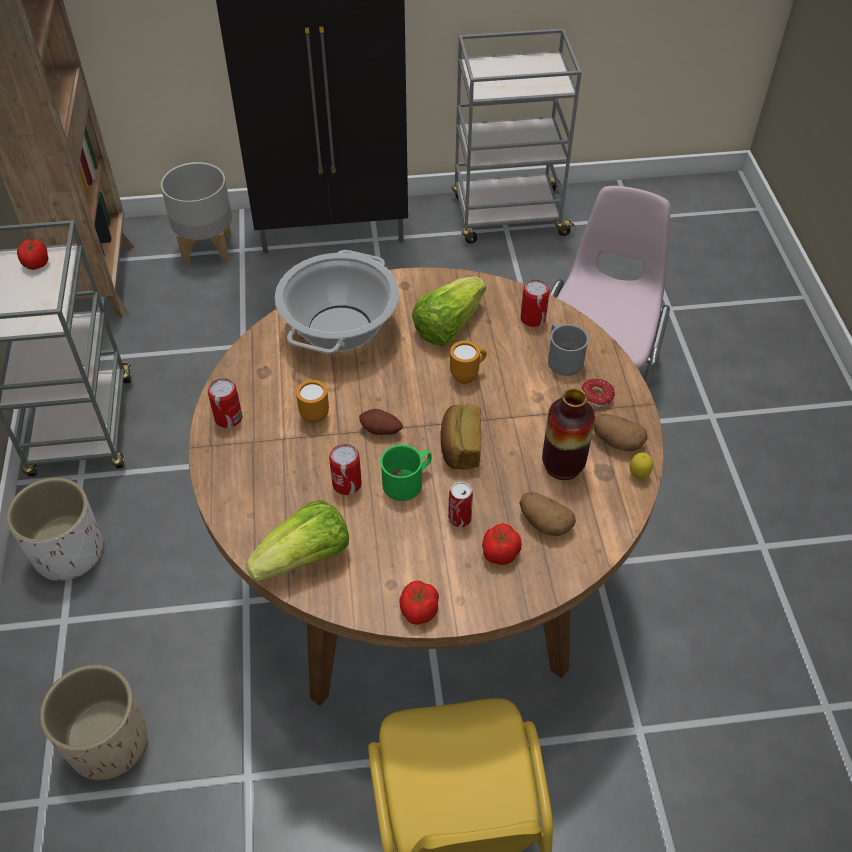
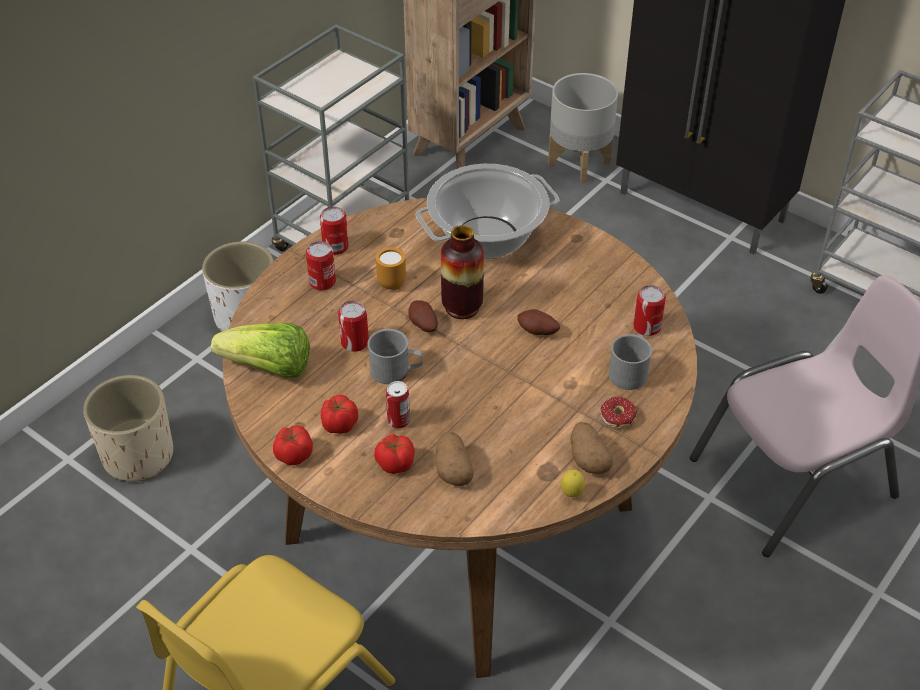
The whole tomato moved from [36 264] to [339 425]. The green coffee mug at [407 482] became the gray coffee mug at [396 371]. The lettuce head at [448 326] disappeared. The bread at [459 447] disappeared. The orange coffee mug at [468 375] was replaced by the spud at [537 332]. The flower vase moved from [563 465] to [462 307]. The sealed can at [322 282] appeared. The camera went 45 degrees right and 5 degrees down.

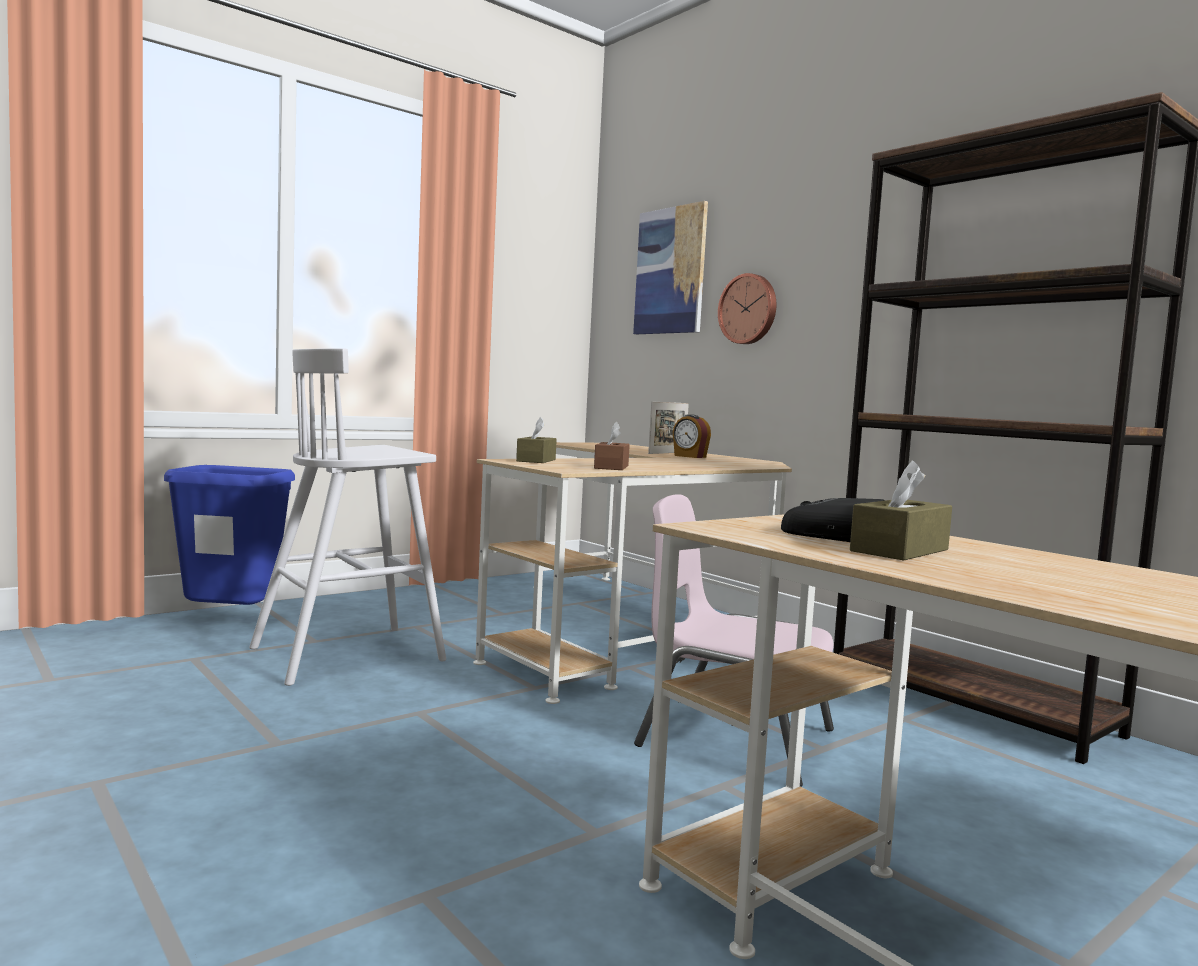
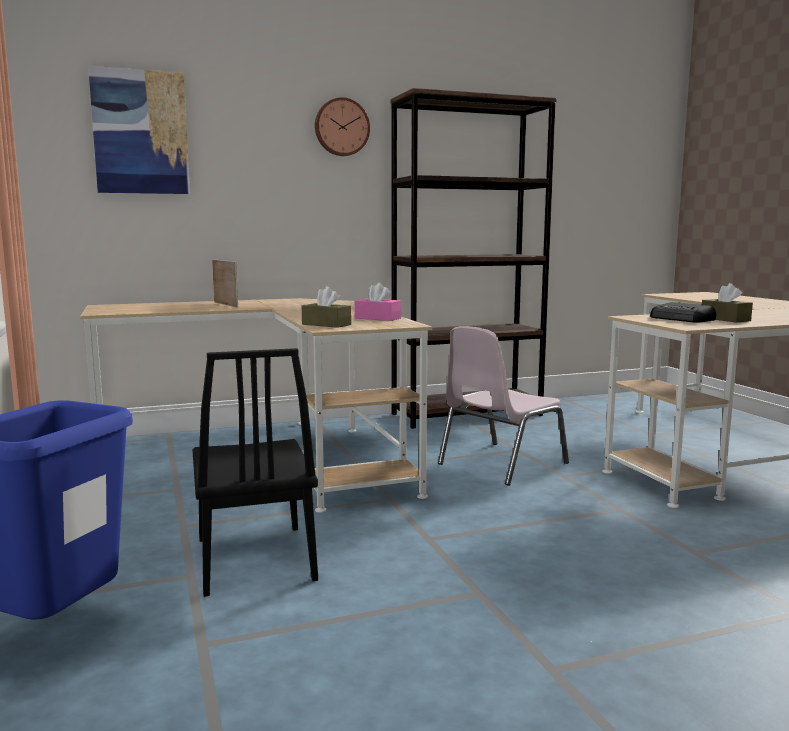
The white-coloured sitting stool at [351 654] was replaced by the black upright chair at [254 558]. The brownish tissue holder at [611 467] became the pink tissue holder at [377 318]. The bedside clock at [689 456] disappeared. The clock on the wall moved from [749 309] to [341 127]. The camera went 70 degrees left and 5 degrees up.

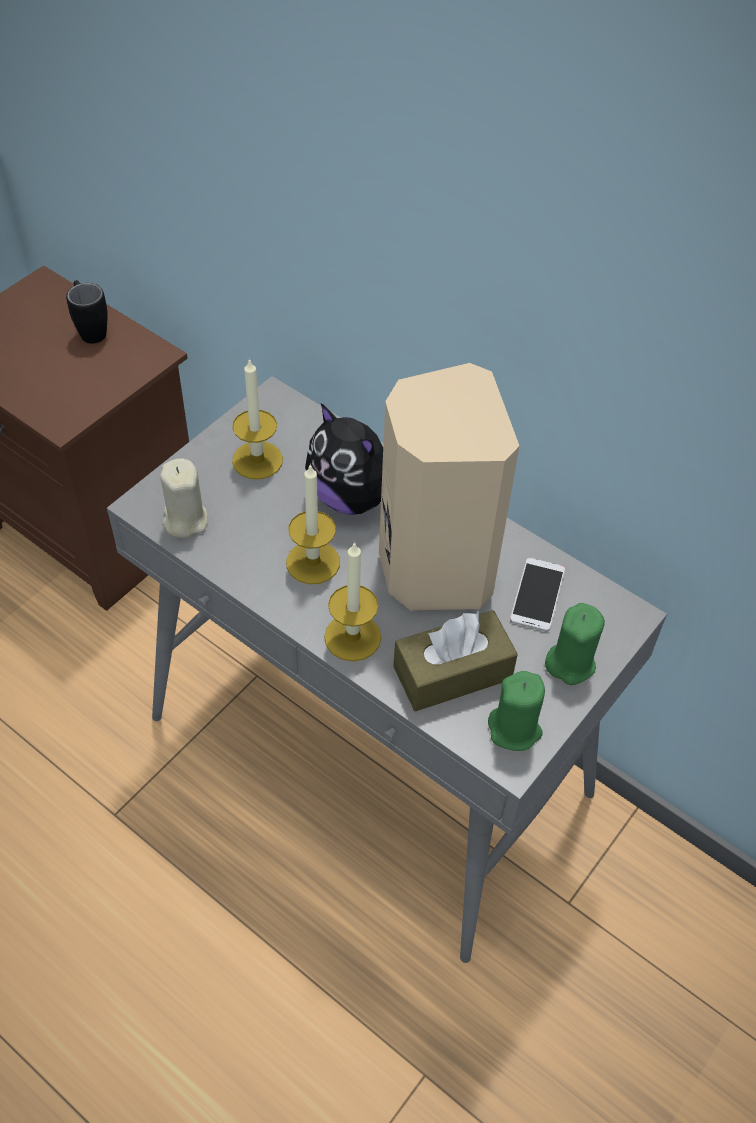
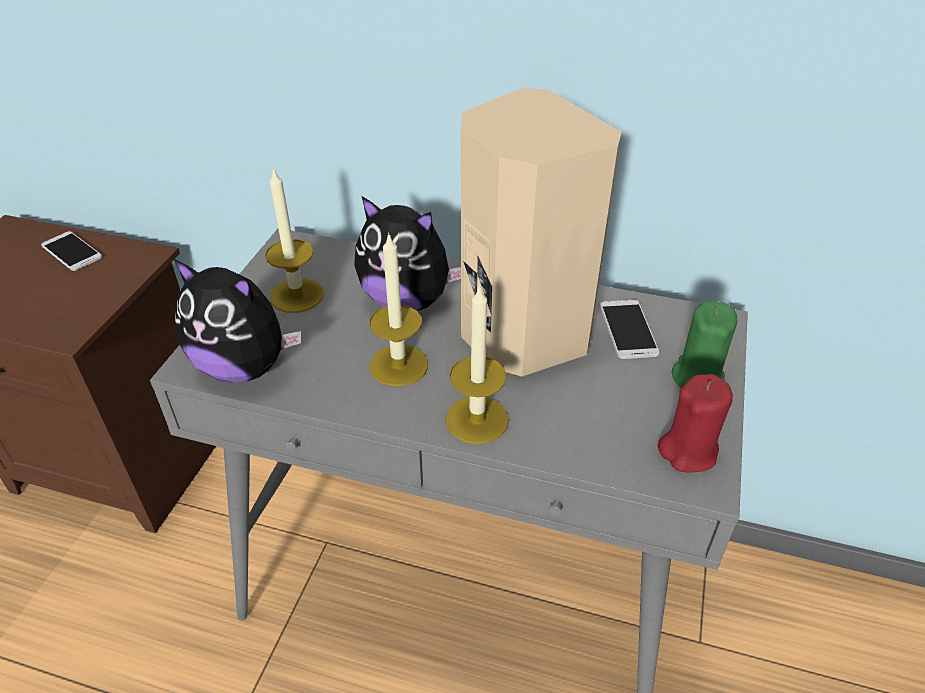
The black coffee mug at [90 329] was replaced by the handset at [72 251]. The sand-coloured candle at [185 520] was replaced by the plush toy at [244 366]. The brownish tissue holder at [452 673] disappeared. The green candle at [515 729] became the red-coloured candle at [688 451]. The camera went 20 degrees left and 10 degrees down.

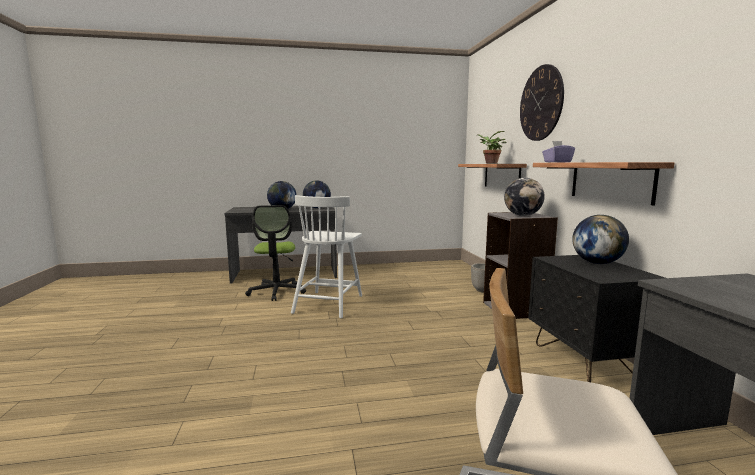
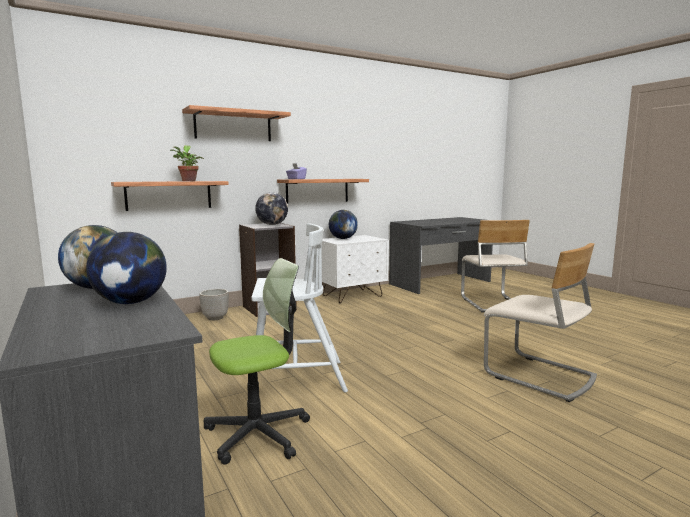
The clock on the wall at [541 103] was replaced by the shelf at [233 126]. The black nightstand at [585 361] became the white-coloured nightstand at [352 296]. The sand-coloured upright chair at [539 376] appeared. The camera went 110 degrees left and 0 degrees up.

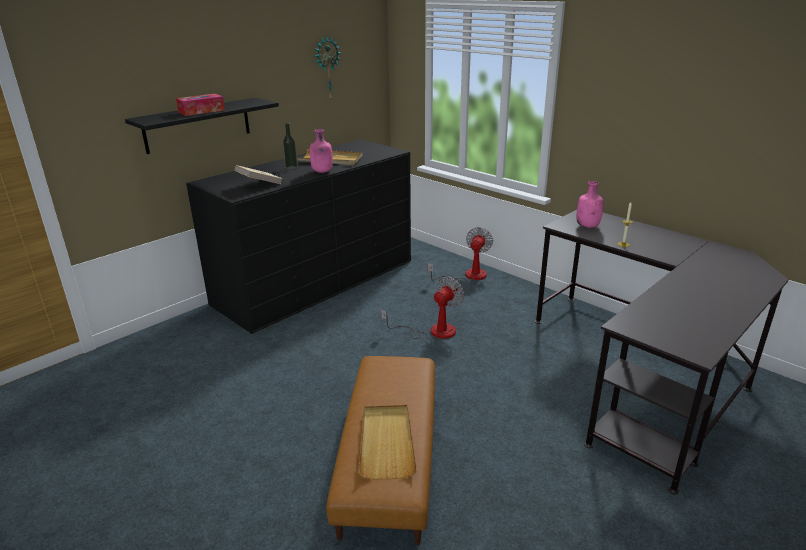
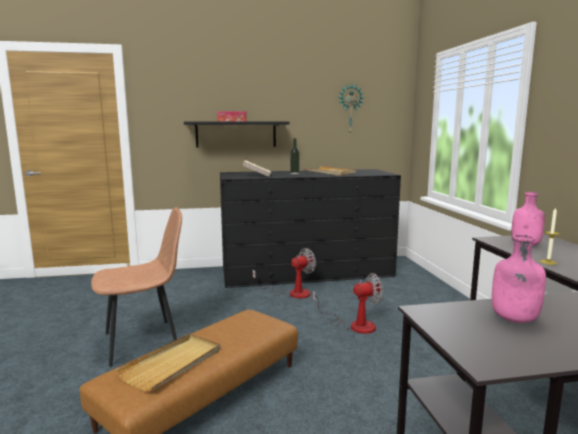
The pink drink bottle moved from [322 171] to [514 319]. The fan moved from [468 276] to [292 293]. The brownish upright chair at [144 342] appeared. The camera went 35 degrees right and 15 degrees down.

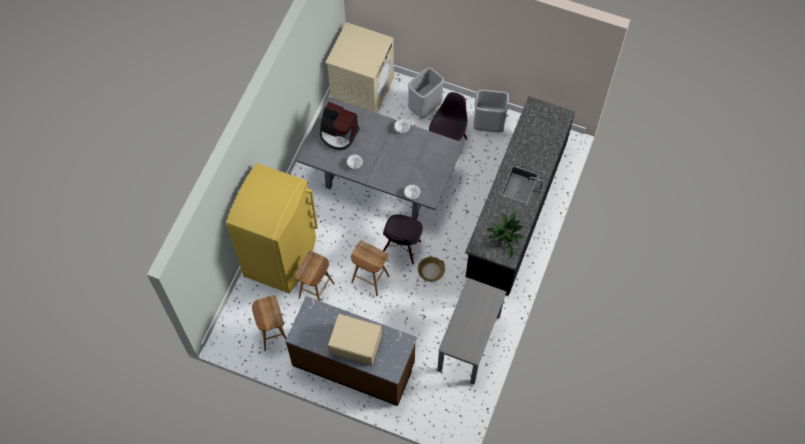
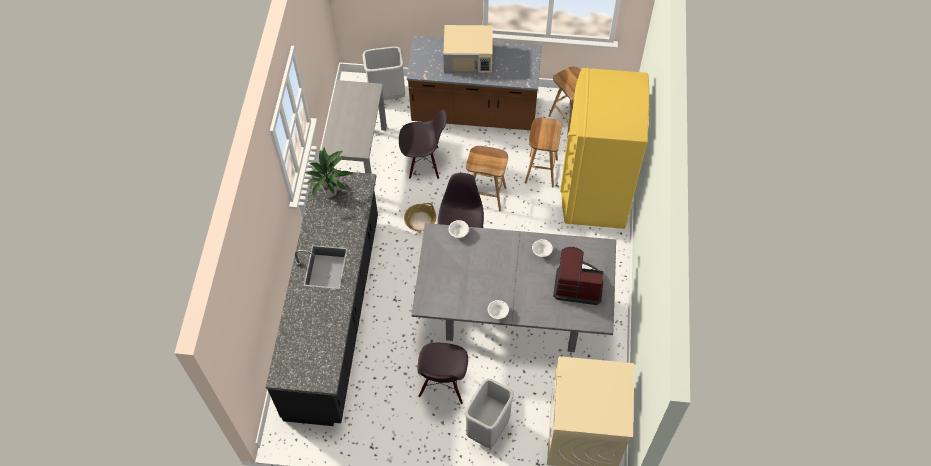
The gray rubbish bin moved from [488 125] to [387 95]. The black upright chair at [424 163] appeared. The camera went 165 degrees right and 5 degrees down.

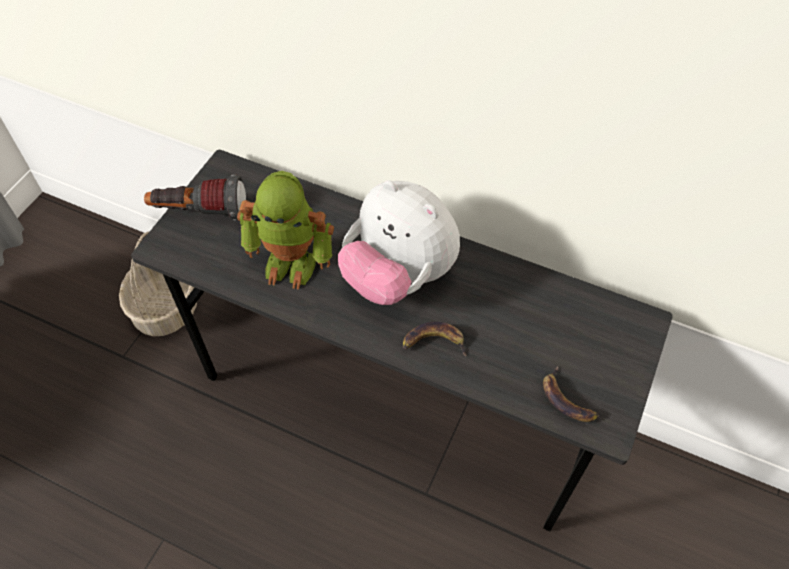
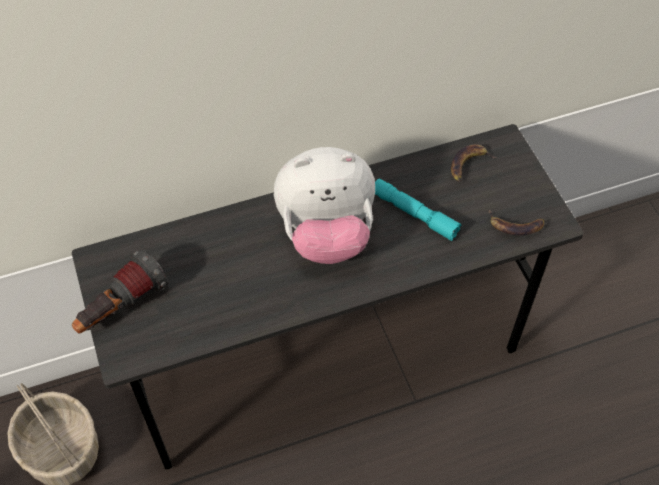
The robot figure at [292 261] disappeared. The banana moved from [433 342] to [468 165]. The turquoise-coloured hand torch at [414 214] appeared. The camera went 45 degrees left and 0 degrees up.

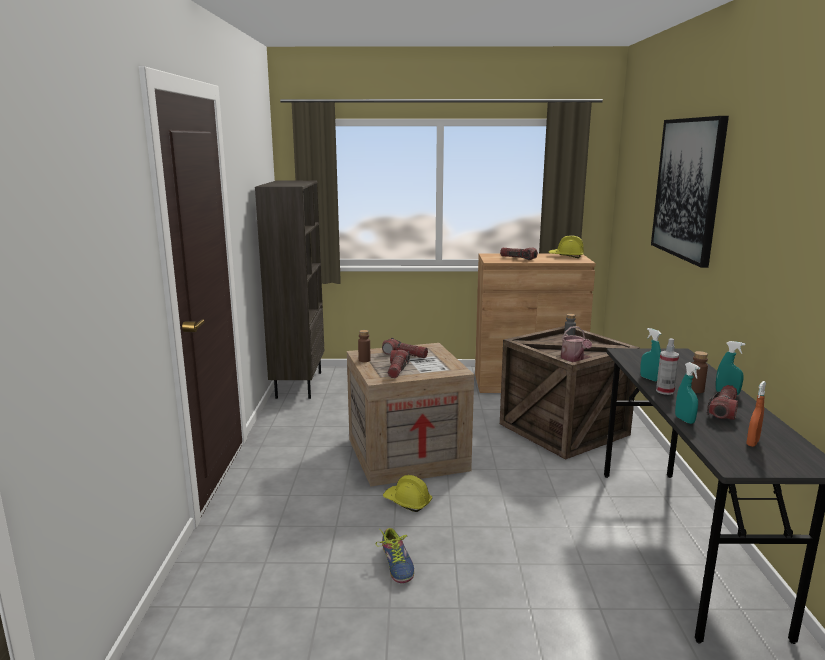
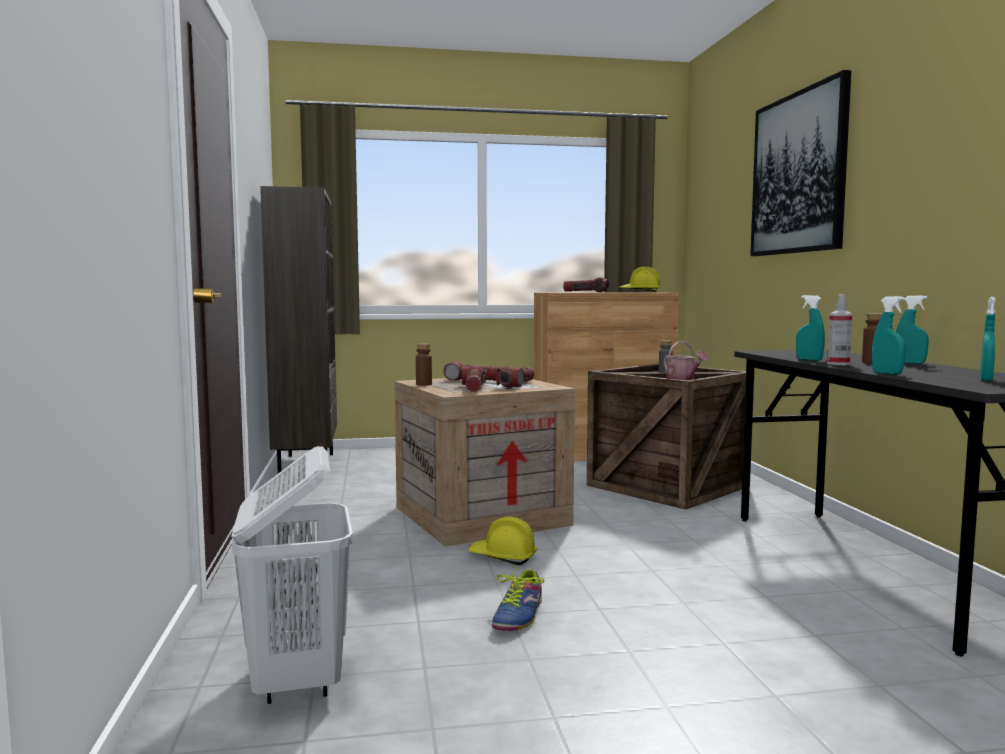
The low shoe at [397 564] turned 45 degrees clockwise. The hand torch moved from [723 410] to [517 385]. The orange hand sprayer at [752 443] became the turquoise-coloured hand sprayer at [986 380]. The white-coloured laundry basket at [298 680] appeared. The camera went 10 degrees left and 10 degrees down.

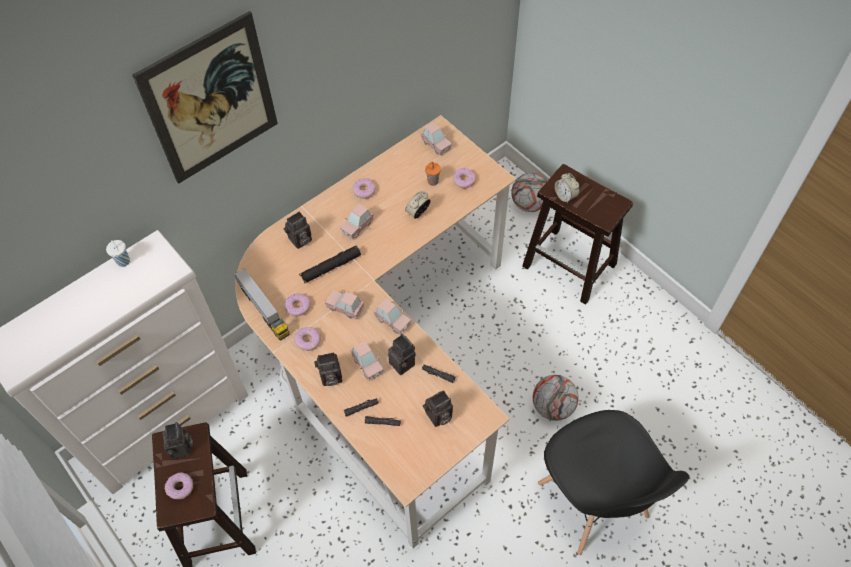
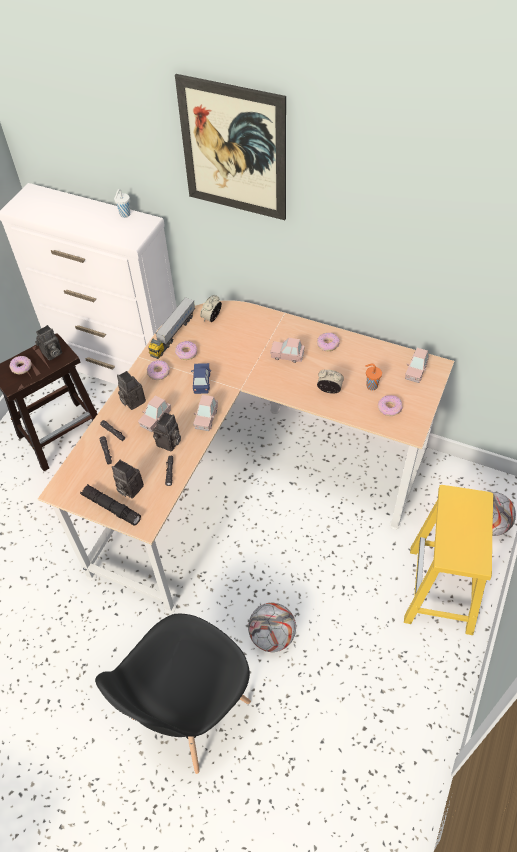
The still camera at [300 241] disappeared. The black hand torch moved from [331 267] to [111 507]. The pink model car at [345 308] became the blue model car at [202 382]. The brownish sitting stool at [570 266] became the yellow-coloured sitting stool at [440 591]. The bedside clock moved from [565 196] to [212 318]. The camera went 65 degrees right and 5 degrees down.

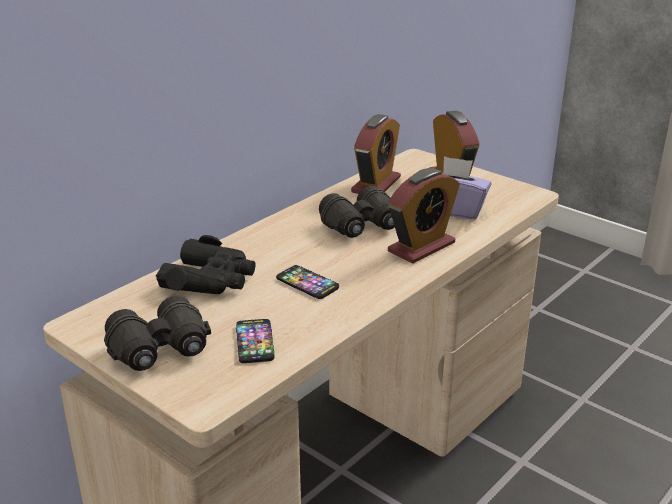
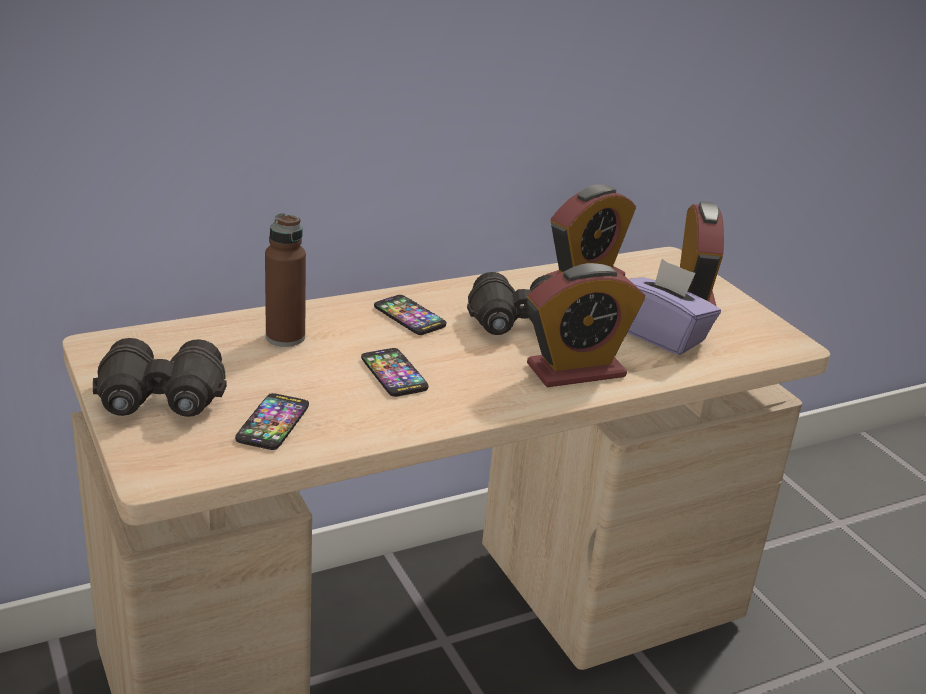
The black binoculars at [210 279] was replaced by the brownish drink bottle at [285 337]. The handset at [409 316] appeared. The camera went 20 degrees right and 0 degrees up.

